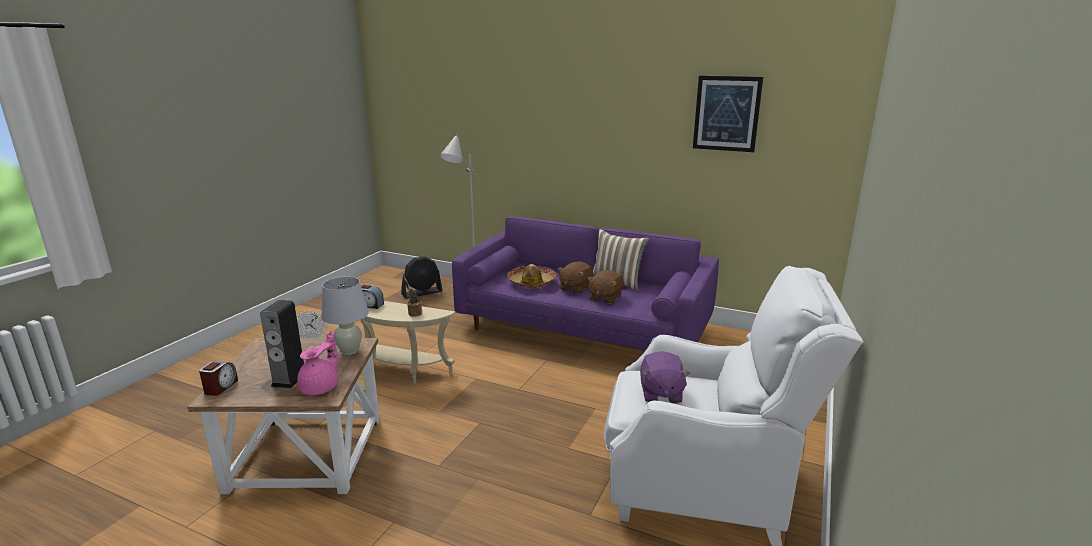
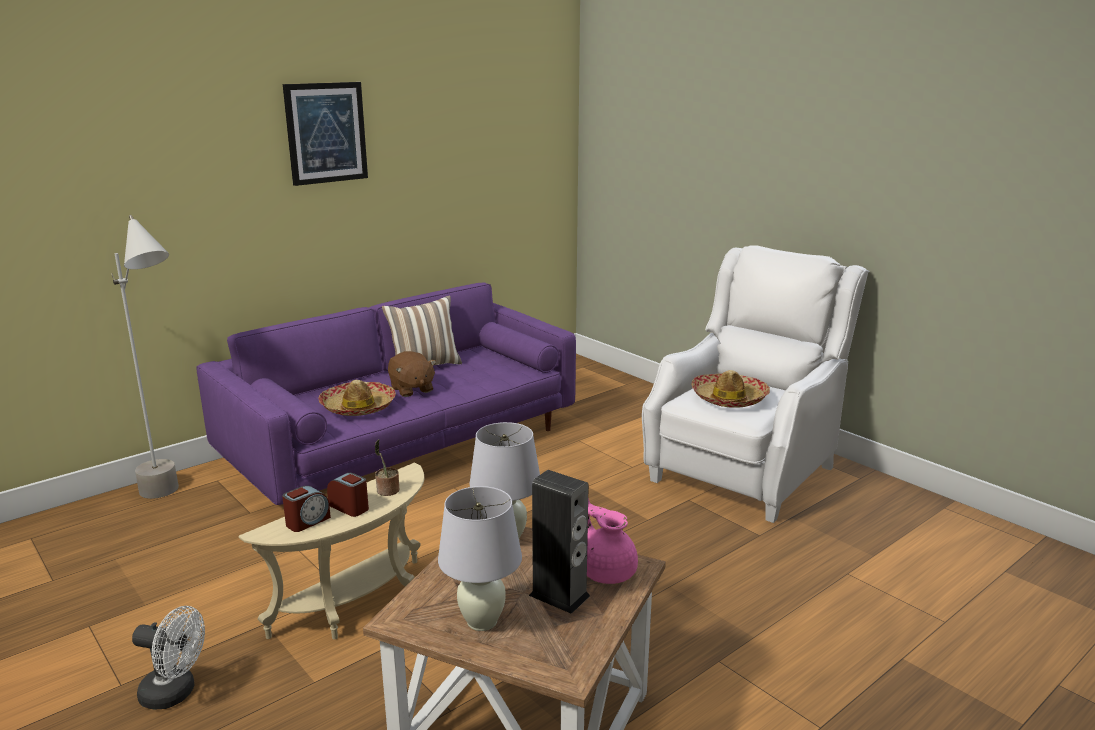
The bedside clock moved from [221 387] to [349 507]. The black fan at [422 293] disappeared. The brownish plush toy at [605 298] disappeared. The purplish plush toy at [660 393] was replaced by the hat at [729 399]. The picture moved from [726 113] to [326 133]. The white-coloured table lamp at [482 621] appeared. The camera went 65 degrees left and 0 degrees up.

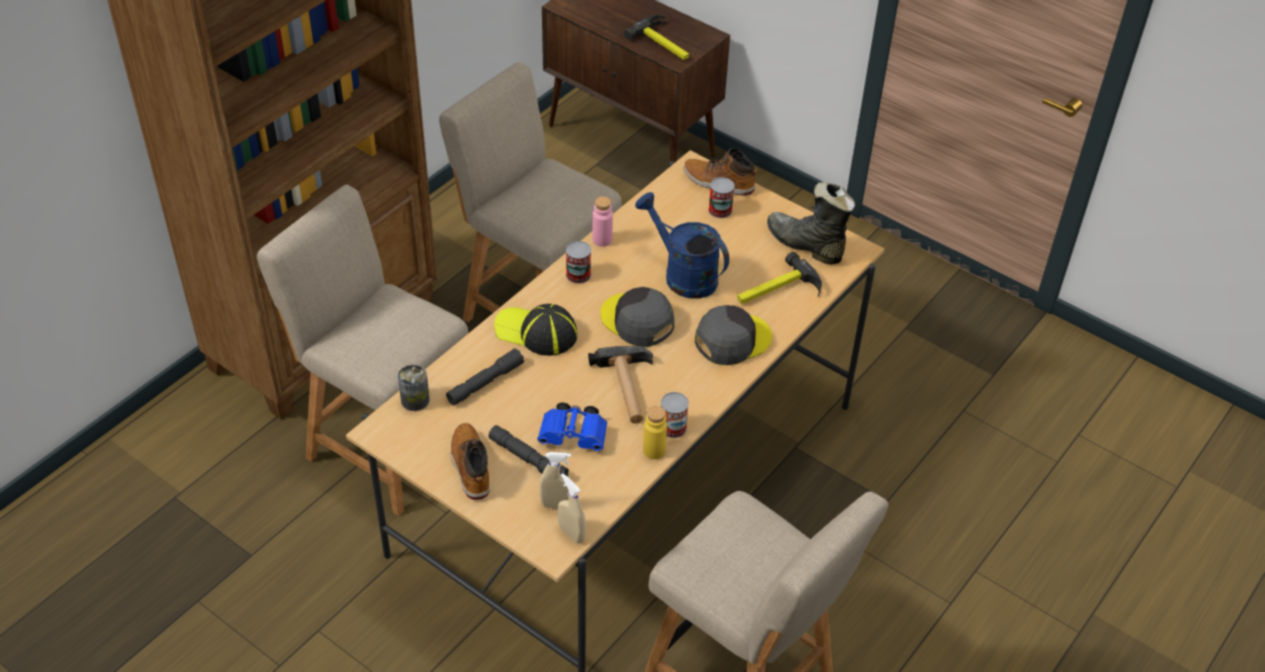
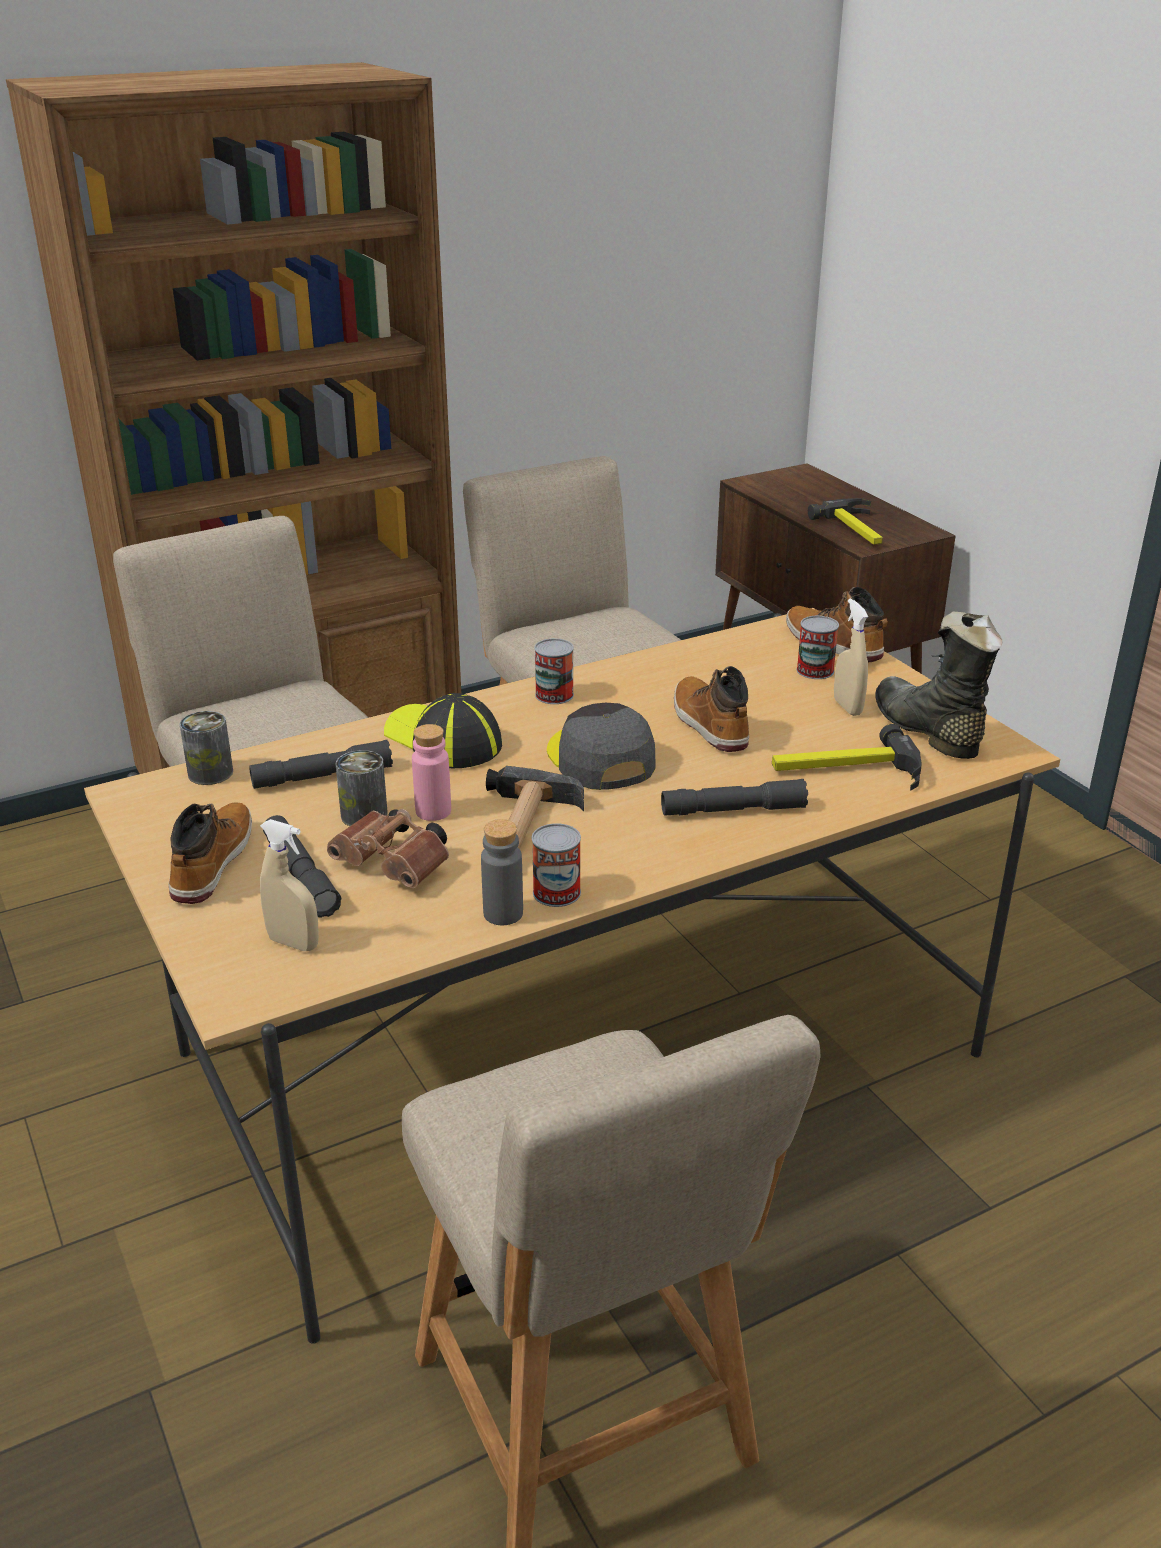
The blue binoculars at [575 436] became the brownish binoculars at [396 866]. The sand-coloured hand sprayer moved from [571 533] to [847 707]. The pink drink bottle moved from [602 240] to [433 811]. The blue watering pot at [683 274] was replaced by the high-top boot at [709 724]. The yellow-coloured drink bottle at [654 450] became the gray drink bottle at [503 913]. The gray peaked cap at [732 339] was replaced by the gray hand torch at [733 810]. The sealed can at [364 815] appeared. The camera went 25 degrees right and 15 degrees down.

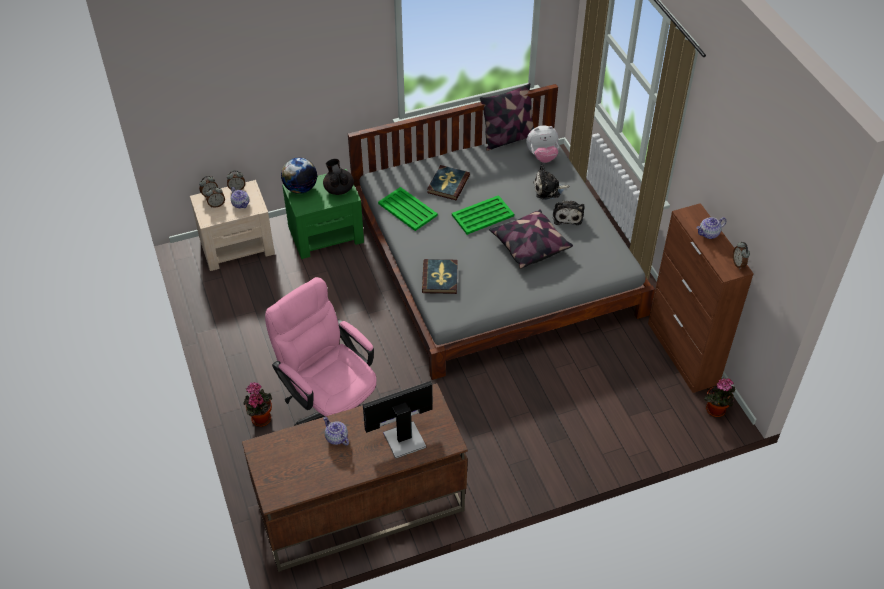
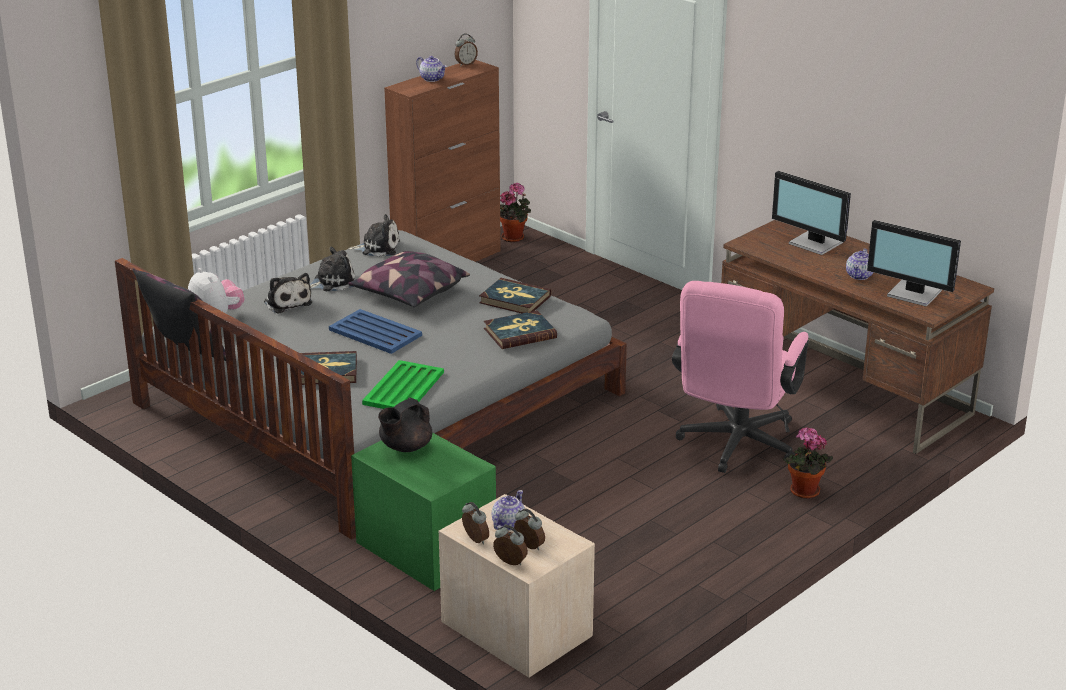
The globe at [300 188] disappeared. The green serving tray at [483 215] became the blue serving tray at [374 332]. The plush toy at [378 248] appeared. The bound book at [515 299] appeared. The computer screen at [914 294] appeared. The camera went 115 degrees left and 20 degrees down.

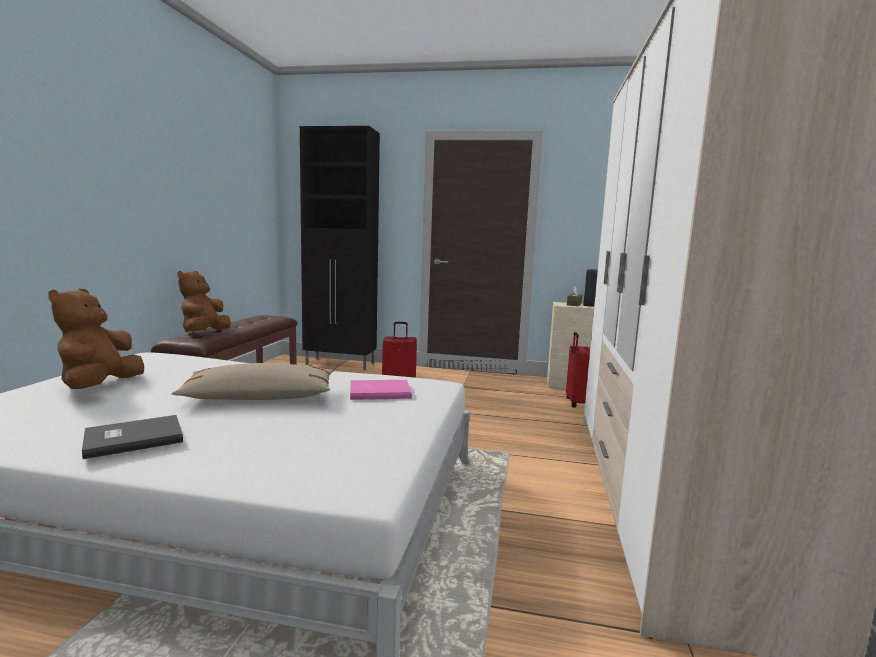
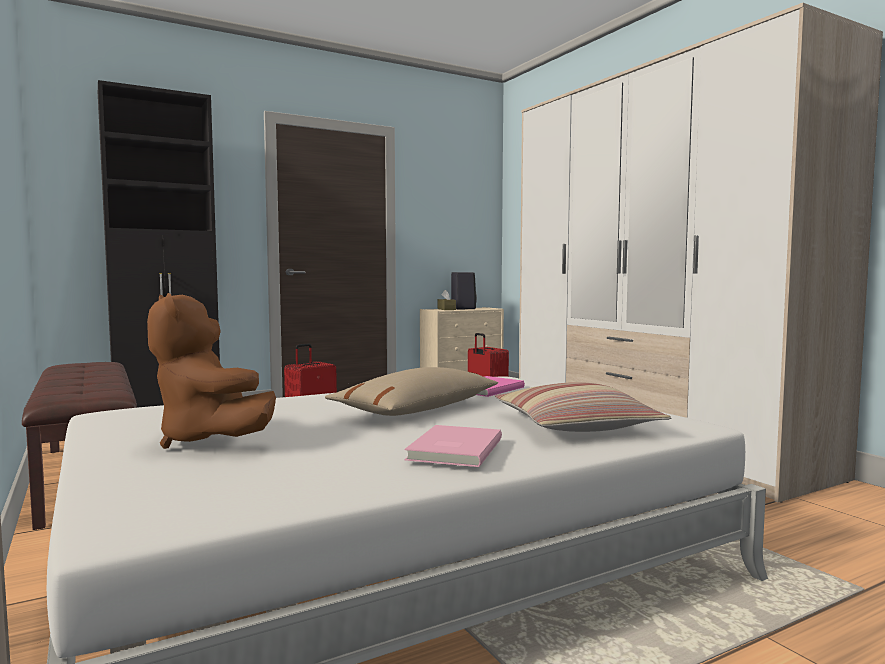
The gray bound book at [132 438] became the pink bound book at [452 449]. The brownish plush toy at [204 333] disappeared. The throw pillow at [575 426] appeared. The camera went 40 degrees left and 5 degrees down.

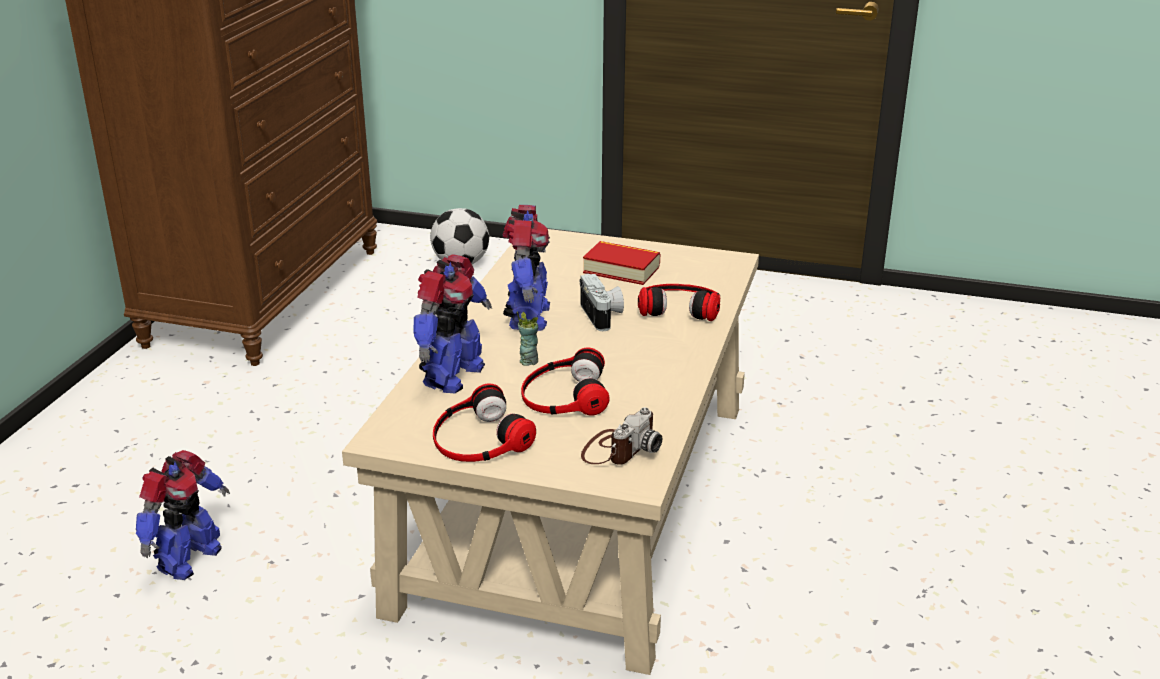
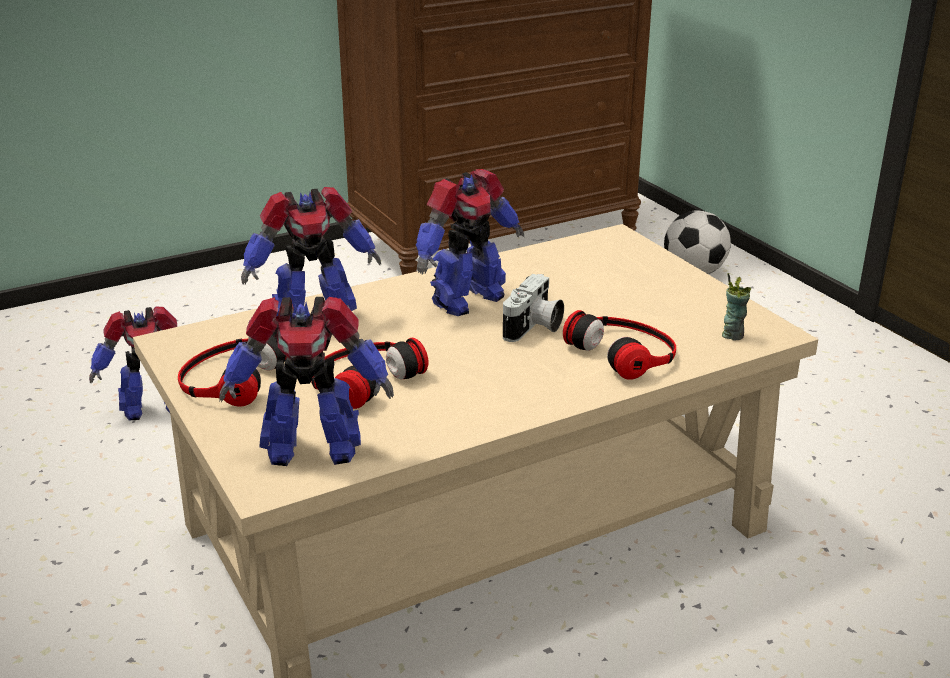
The drinking cup moved from [528 361] to [732 335]. The still camera at [619 449] was replaced by the robot figure at [311 448]. The bound book at [621 270] disappeared. The camera went 45 degrees right and 0 degrees up.

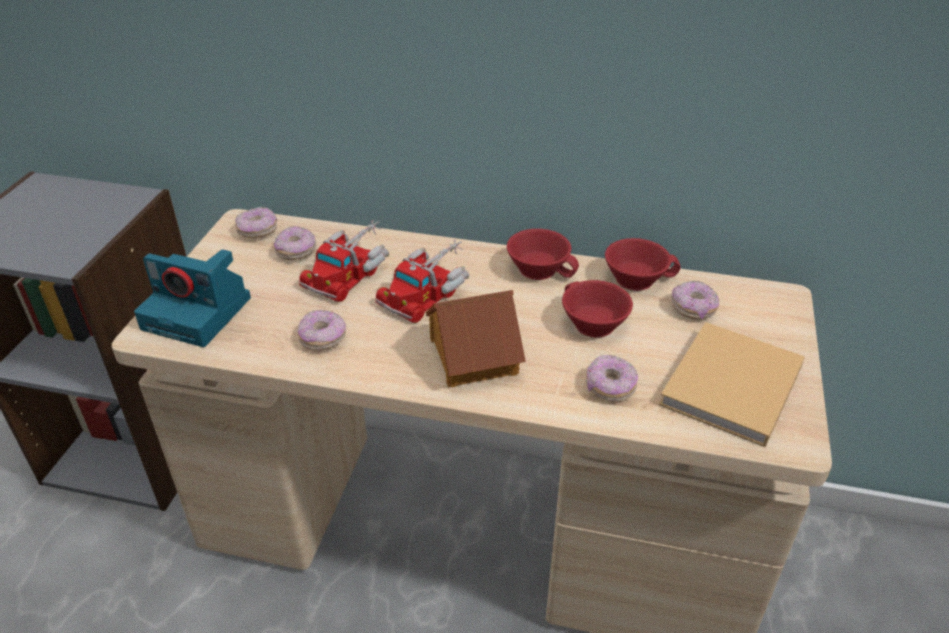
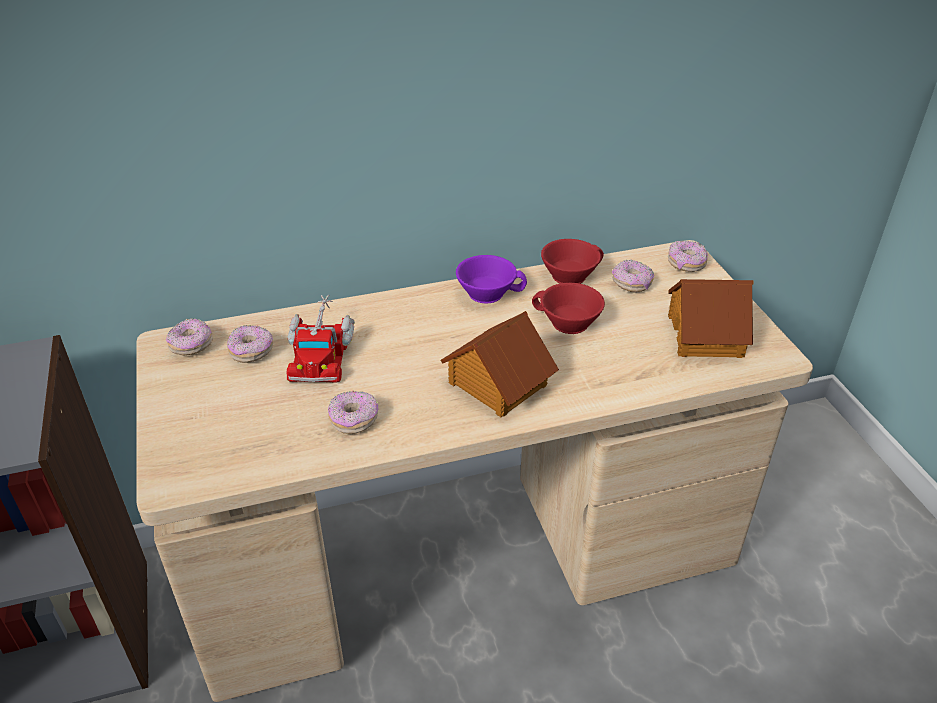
The still camera at [199 313] disappeared. The model truck at [427 291] disappeared. The red-coloured drinking cup at [540 268] became the purplish drinking cup at [488 291]. The ring doughnut moved from [610 387] to [686 264]. The sand-coloured bound book at [730 388] was replaced by the toy house at [706 335]. The camera went 30 degrees left and 0 degrees up.

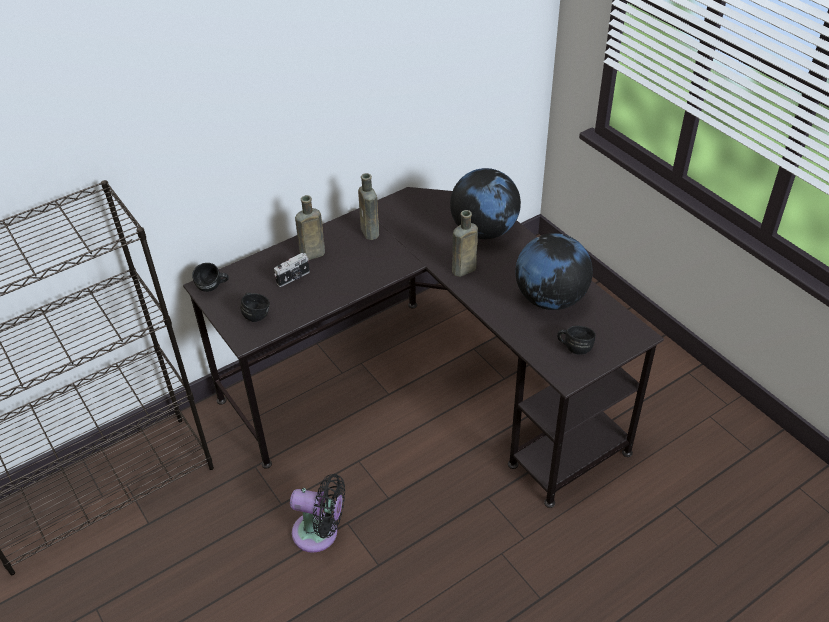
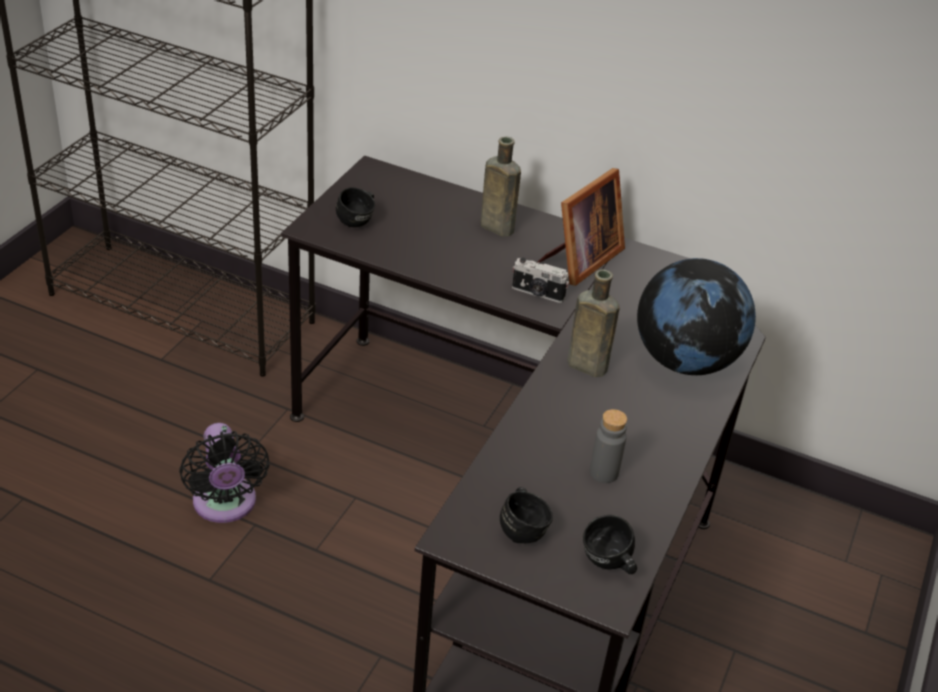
The black coffee mug moved from [213 287] to [608 565]. The still camera moved from [294 278] to [537 293]. The brownish drink bottle at [370 233] was replaced by the standing frame at [579 260]. The globe at [550 299] was replaced by the gray drink bottle at [603 472]. The camera went 55 degrees right and 5 degrees down.

